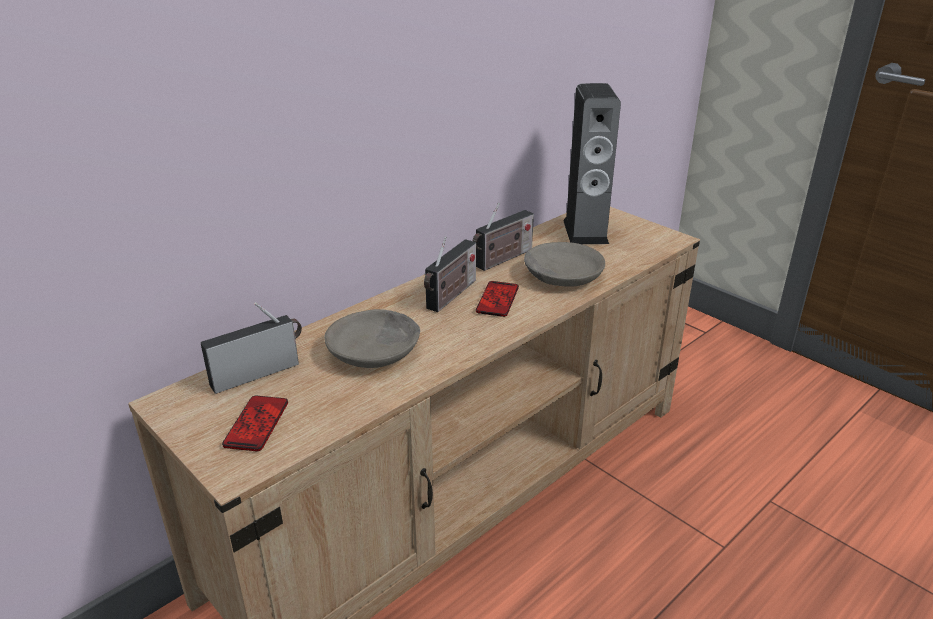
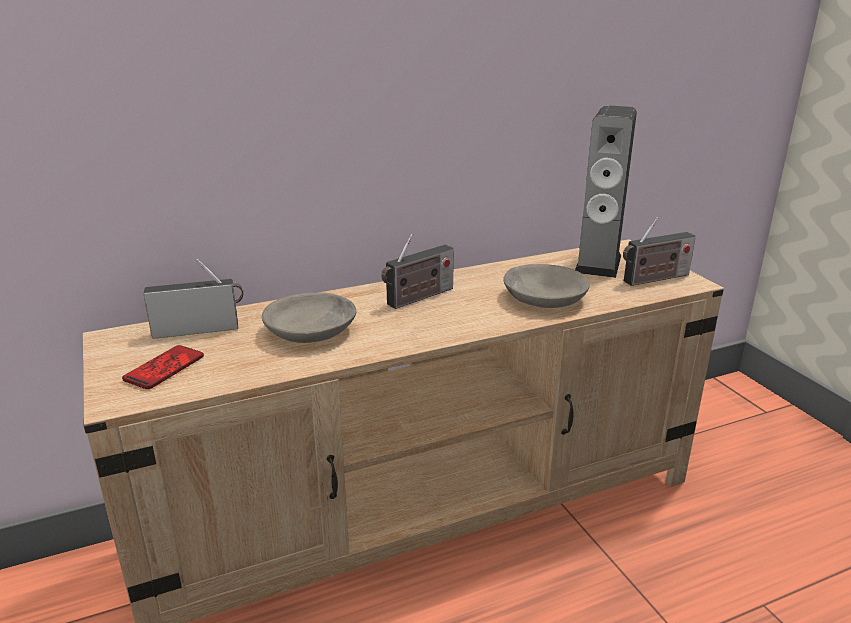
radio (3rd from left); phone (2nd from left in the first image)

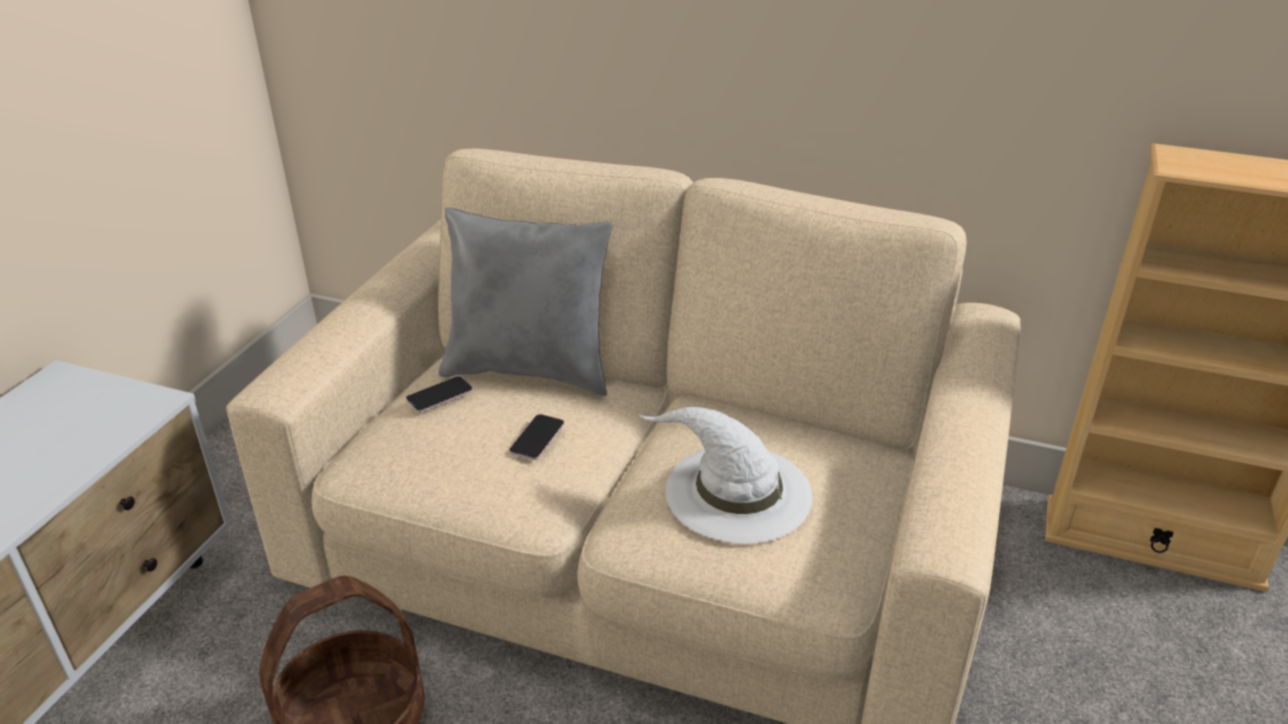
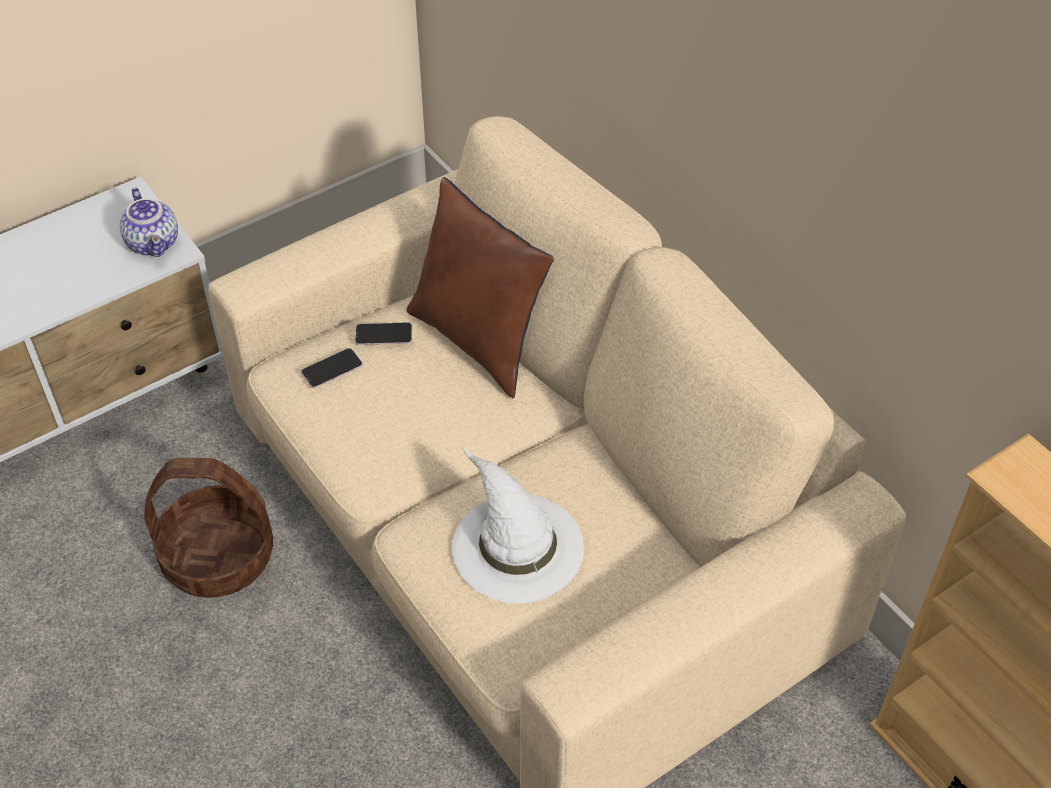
teapot; phone (1st from left); brown pillow

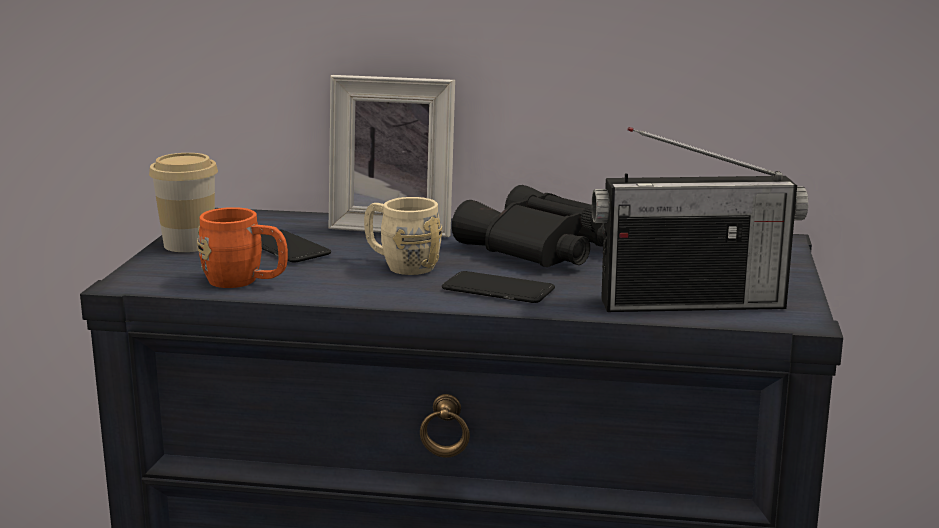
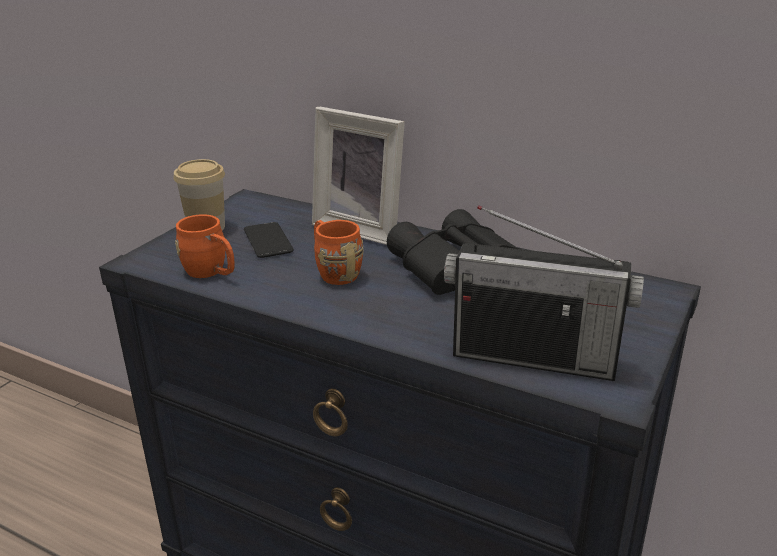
orange mug (2nd from left); phone (2nd from left in the first image)

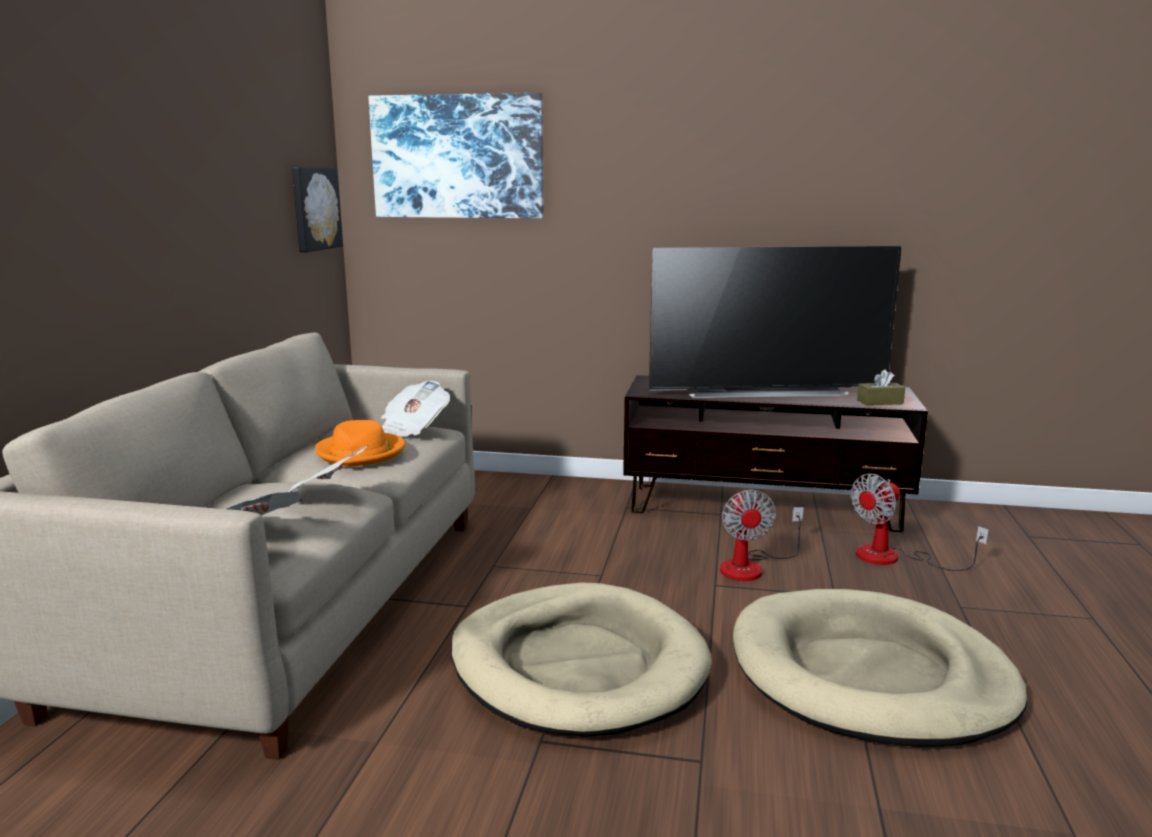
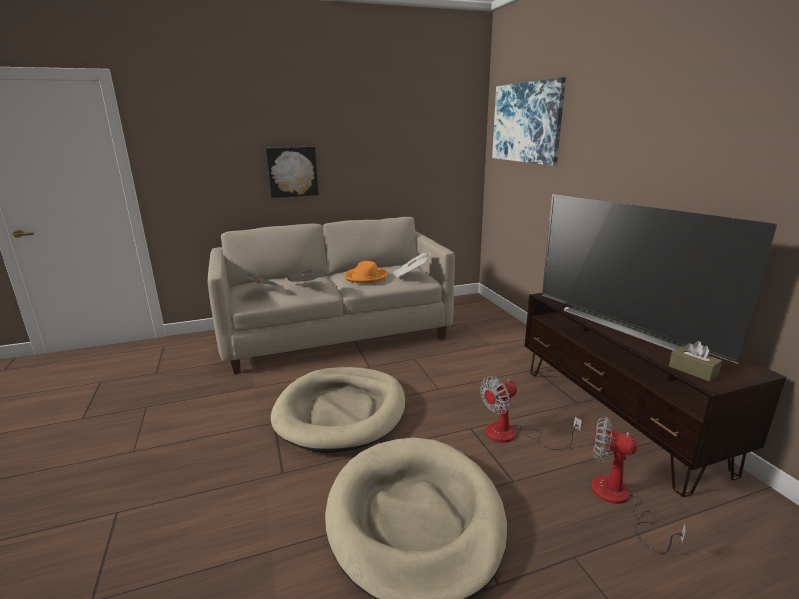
picture (1st from left)

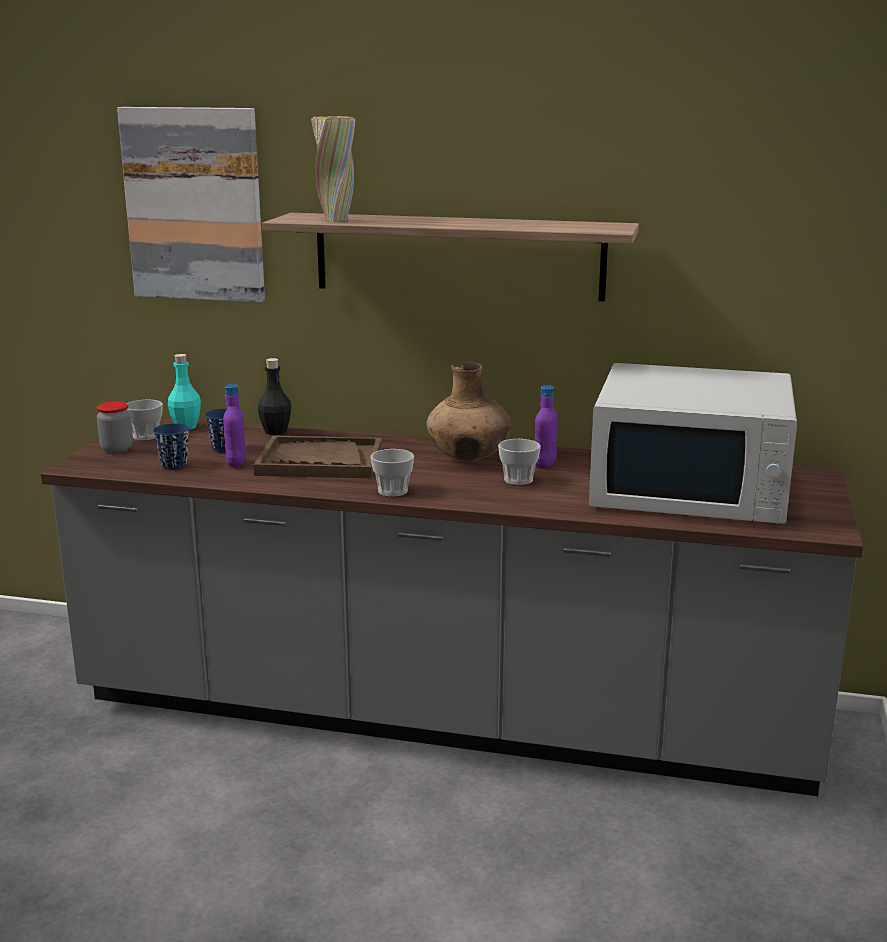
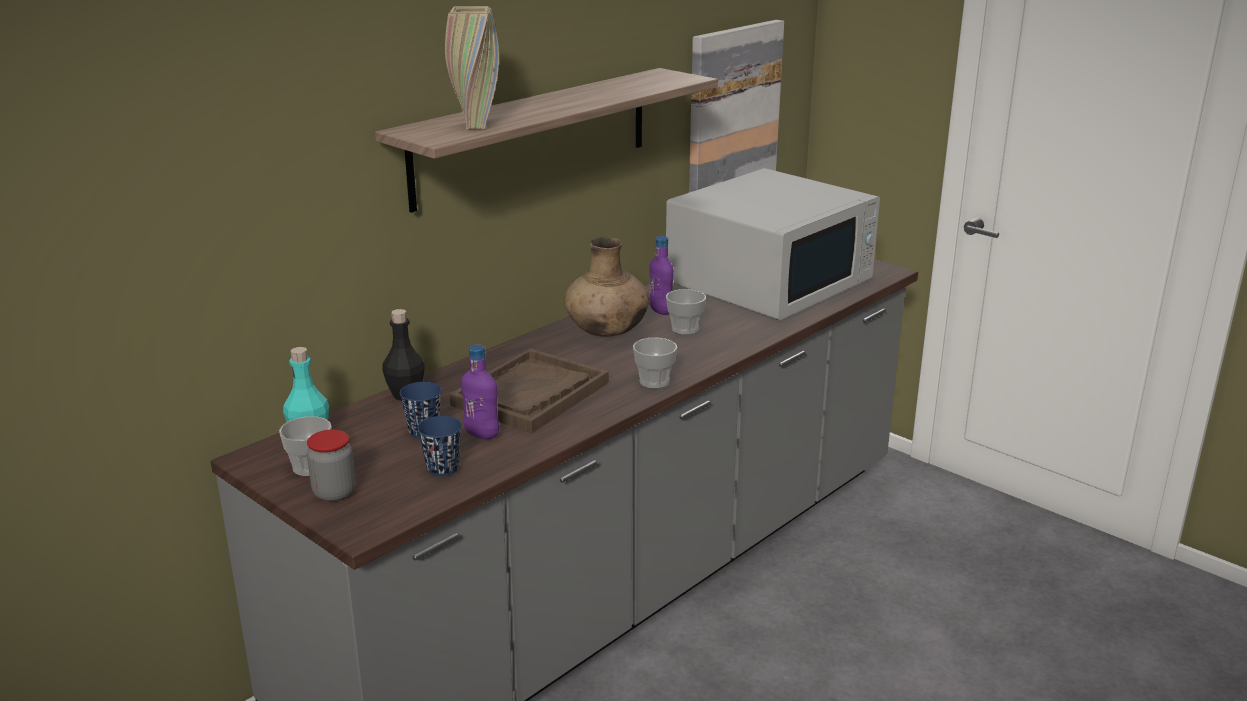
picture

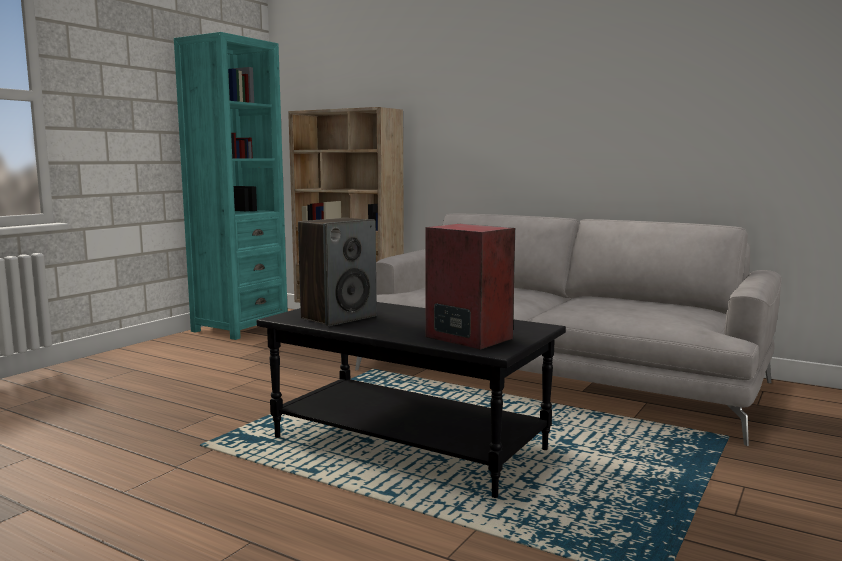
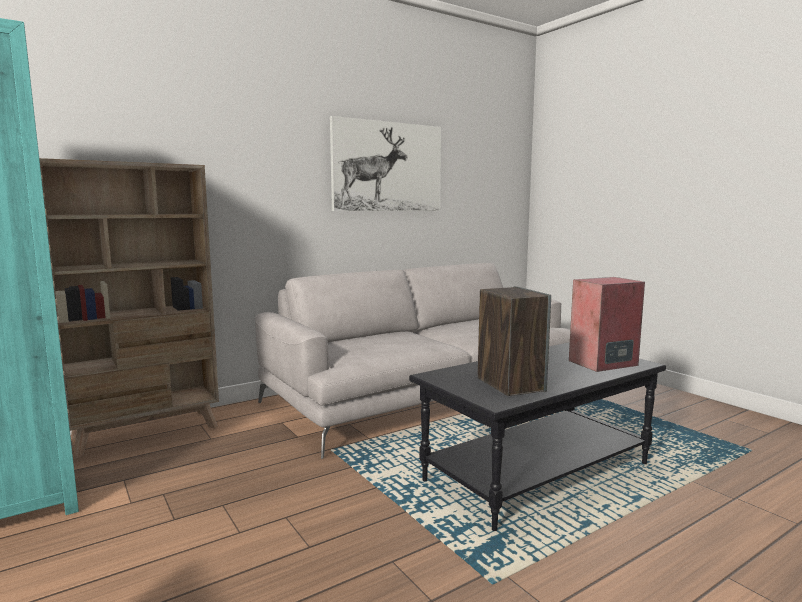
picture

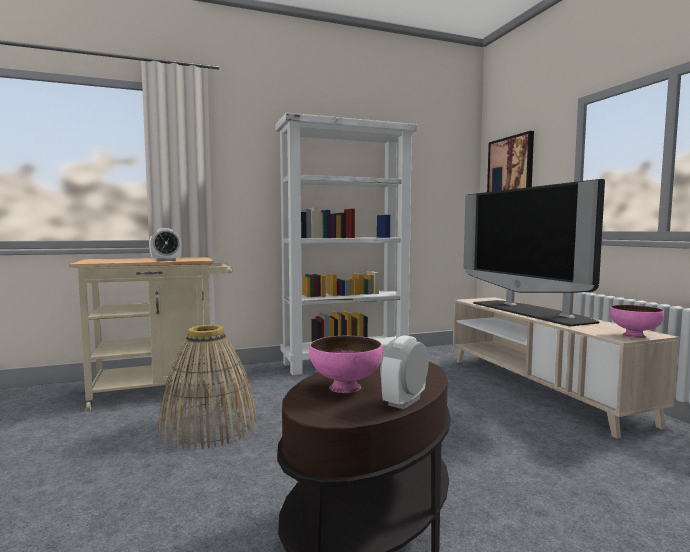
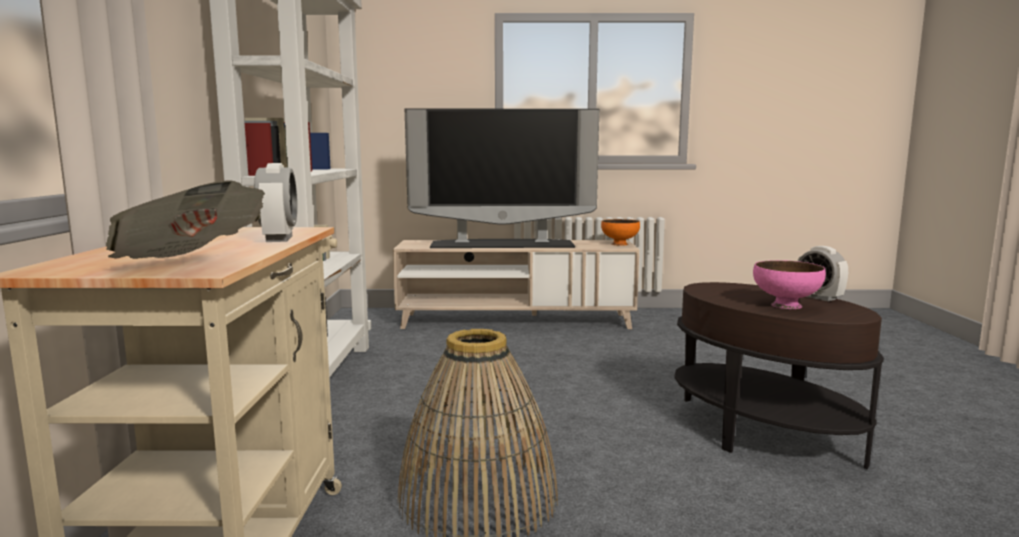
newspaper; orange bowl; picture

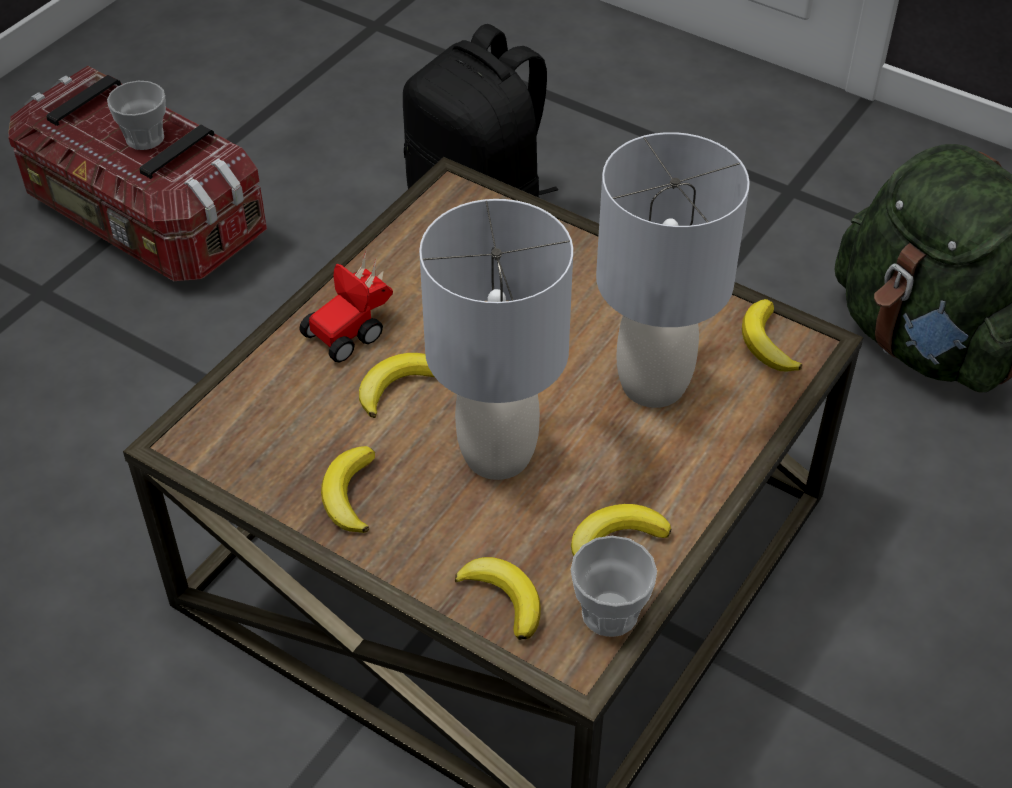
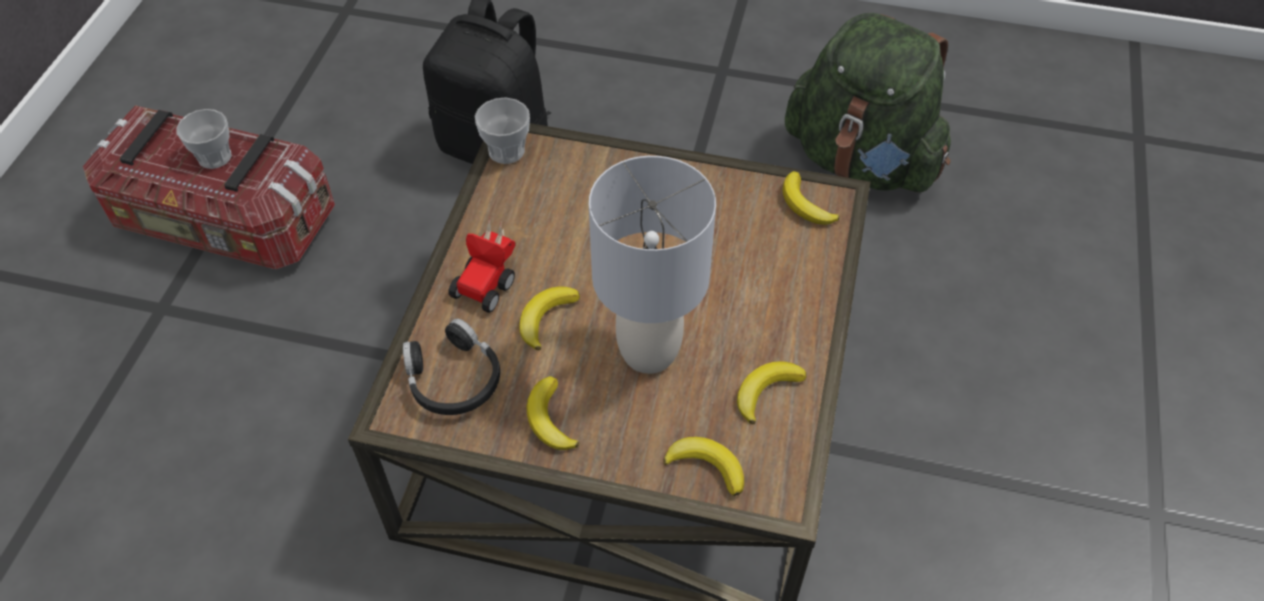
black headphones; cup (2nd from left); grey table lamp (2nd from left in the first image)

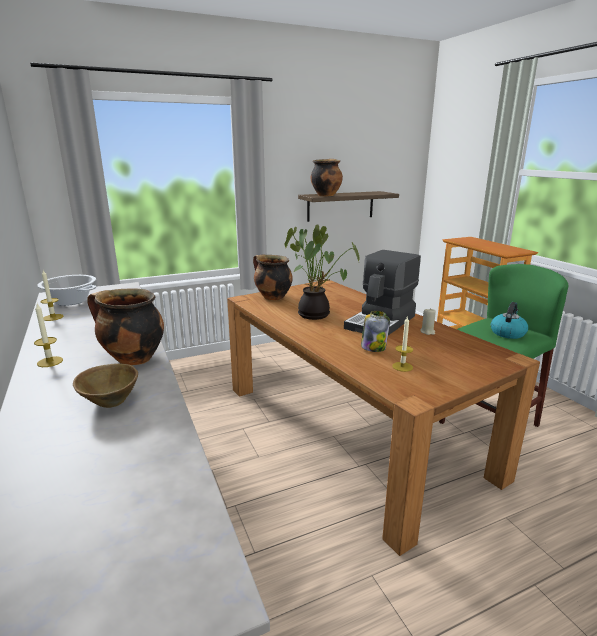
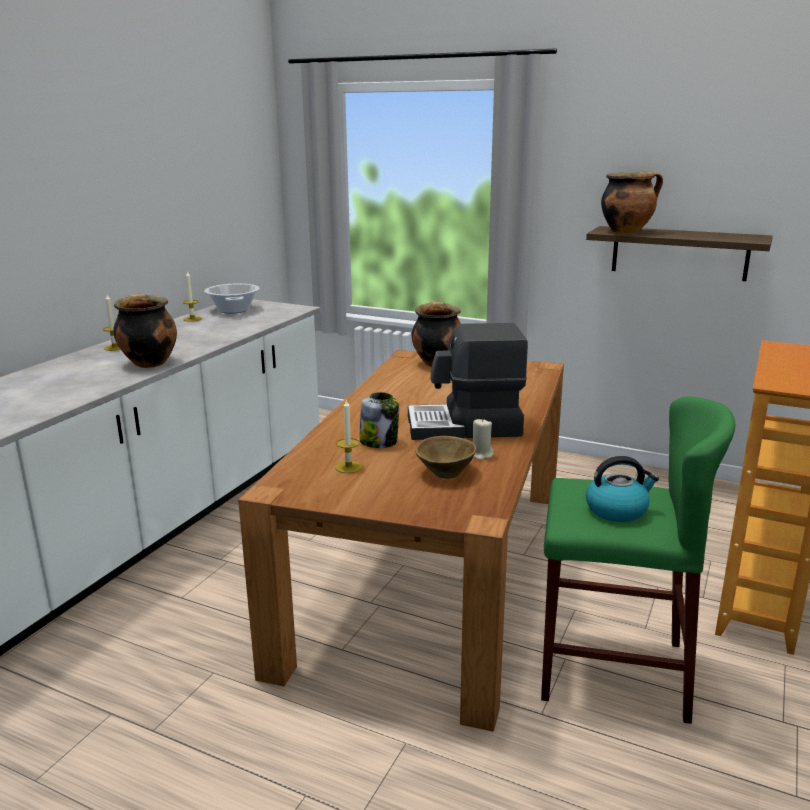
brown bowl; potted plant

